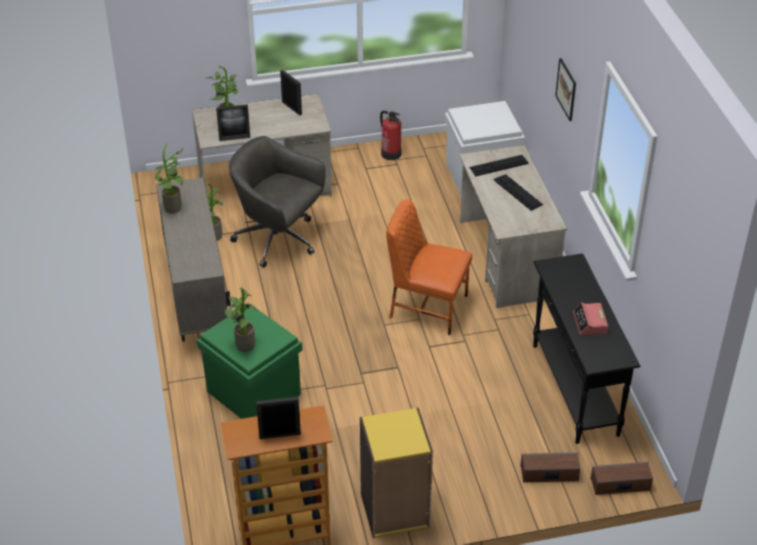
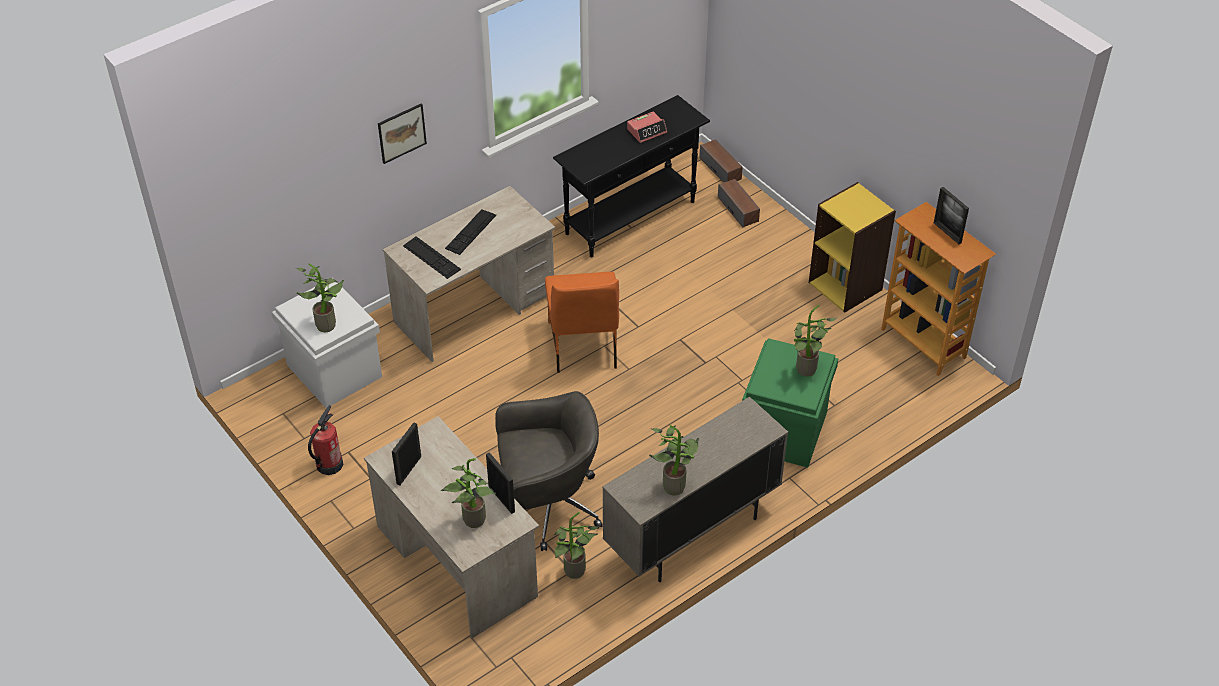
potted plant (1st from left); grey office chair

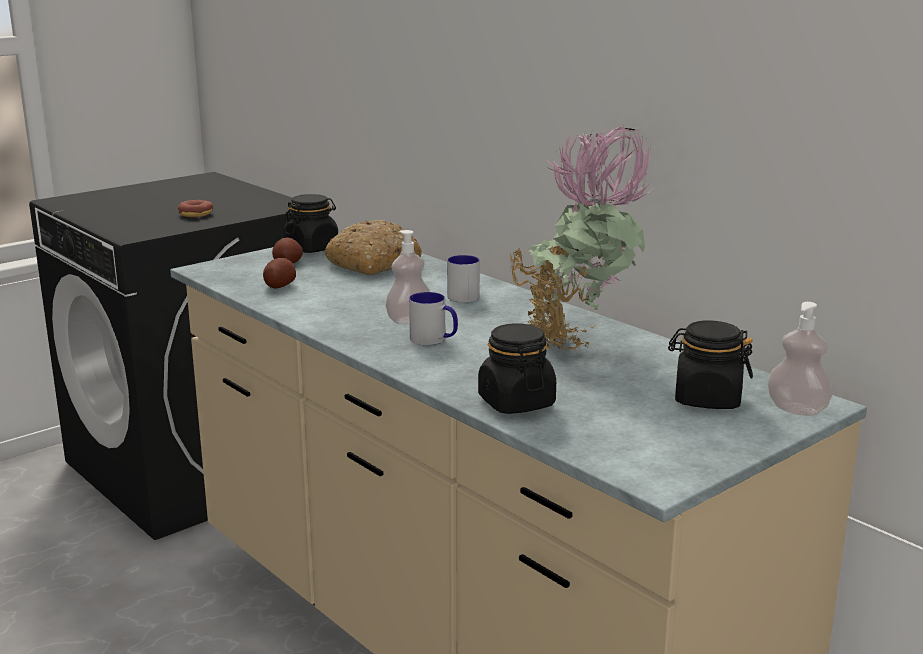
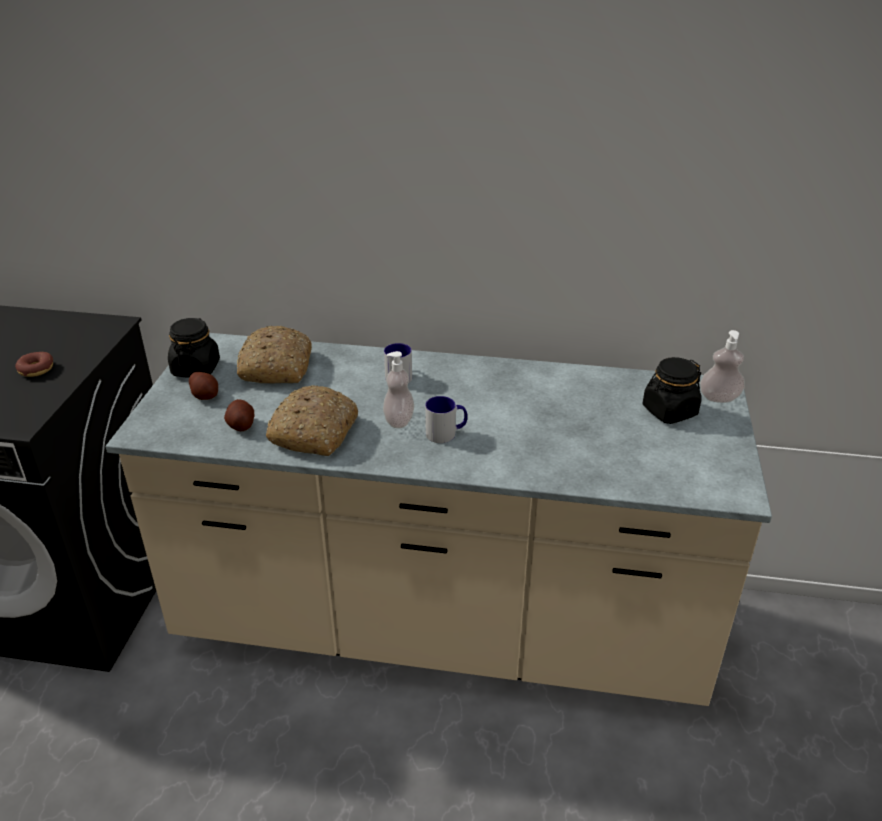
bread (2nd from left); black jar (2nd from left in the first image); potted plant

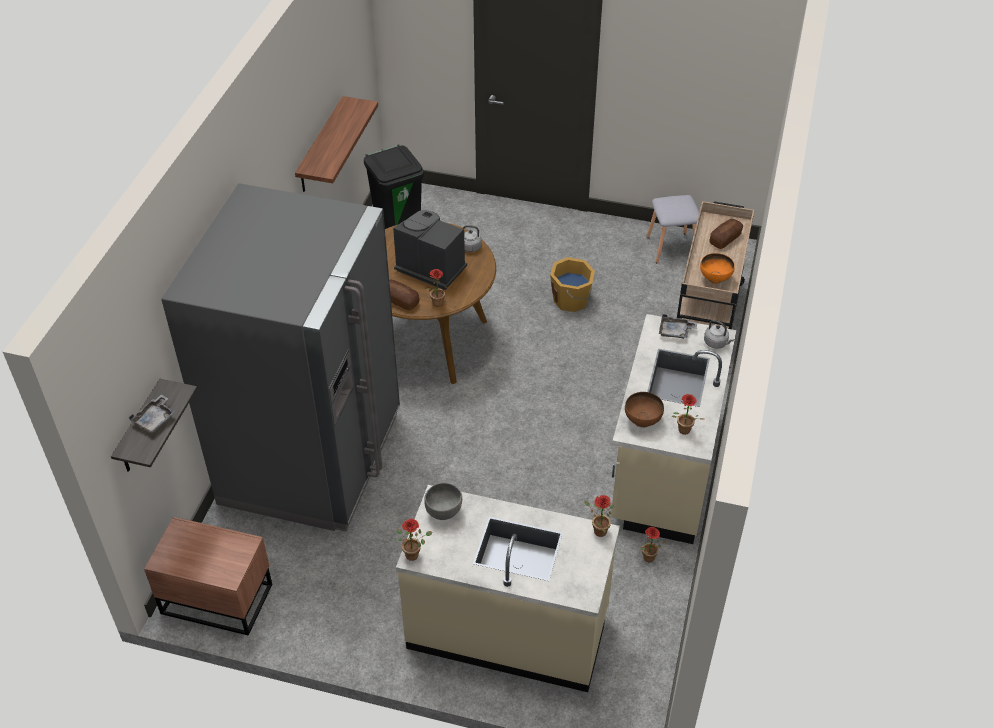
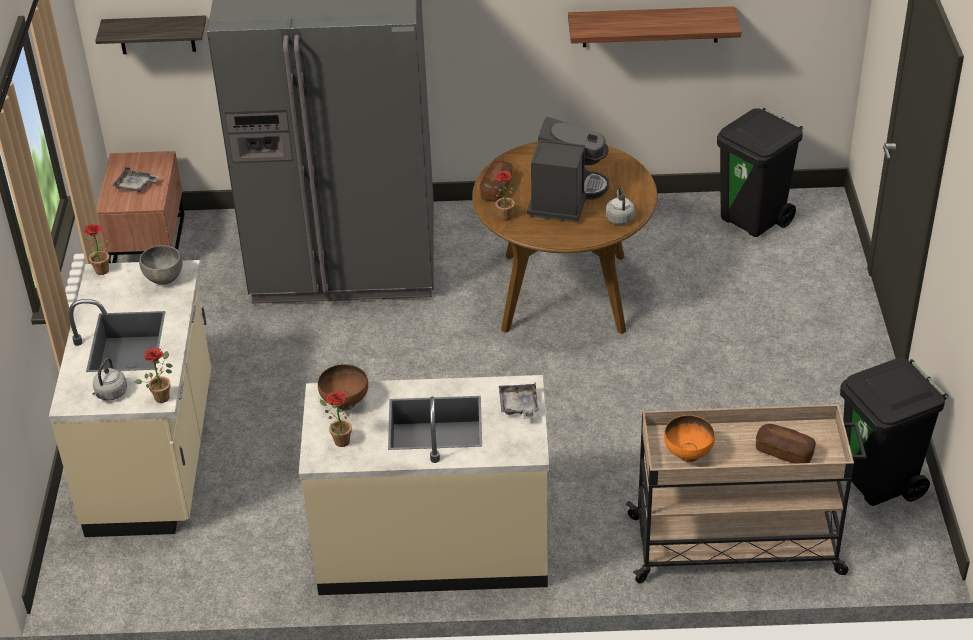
grey kettle (1st from left); grey tray (1st from left); black trash can (2nd from left); orange bucket; potted plant (4th from left in the first image)

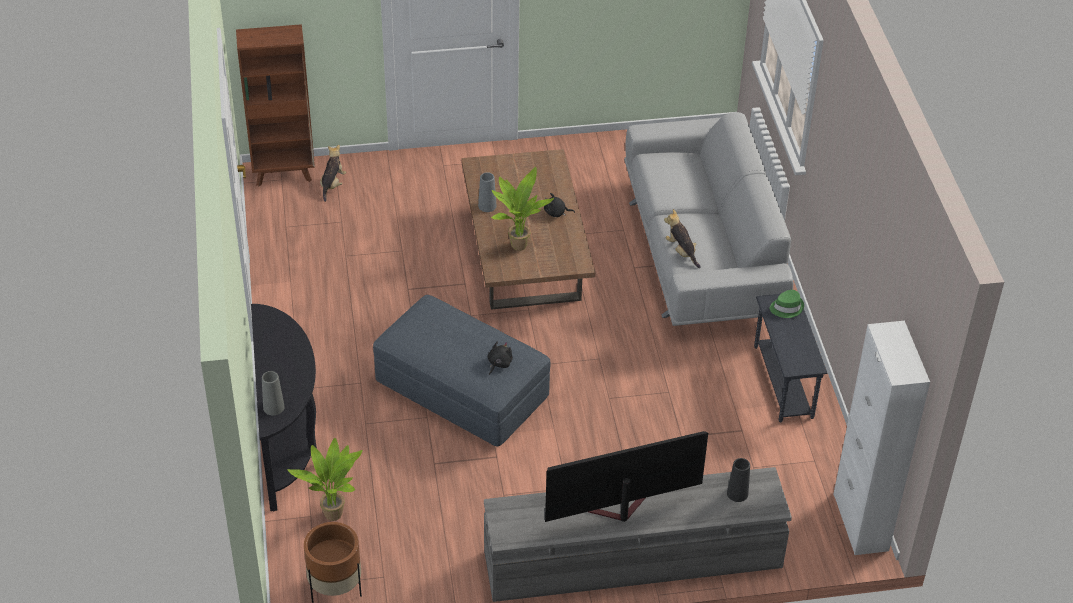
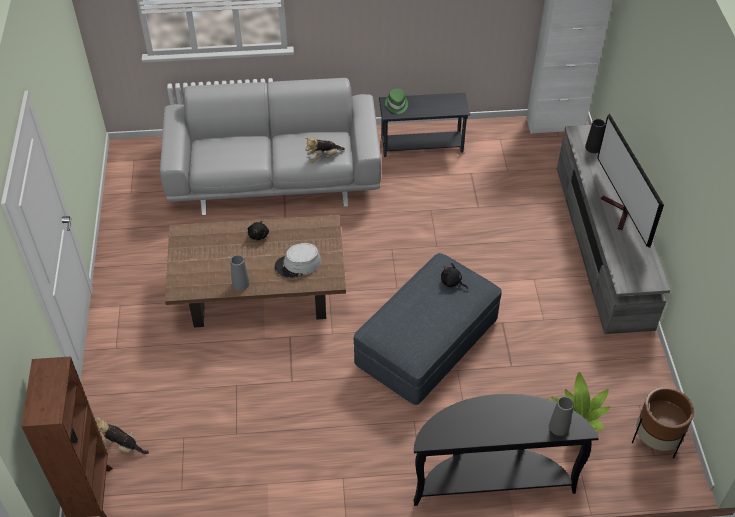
grey hat

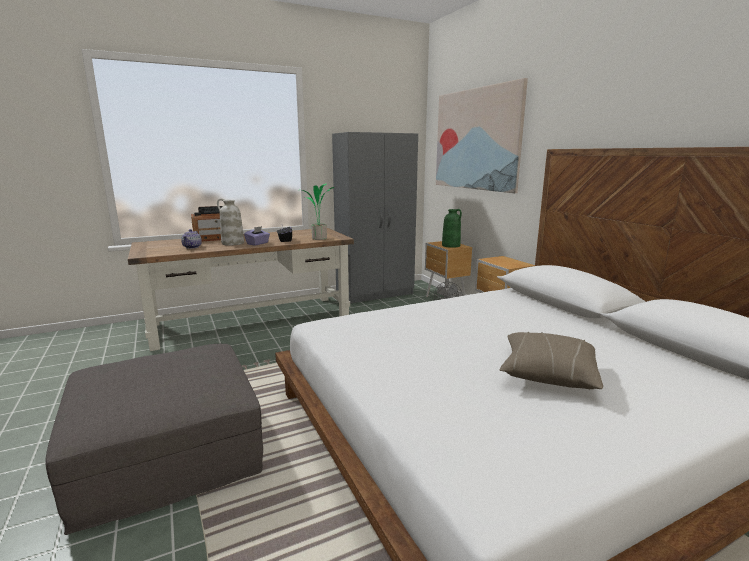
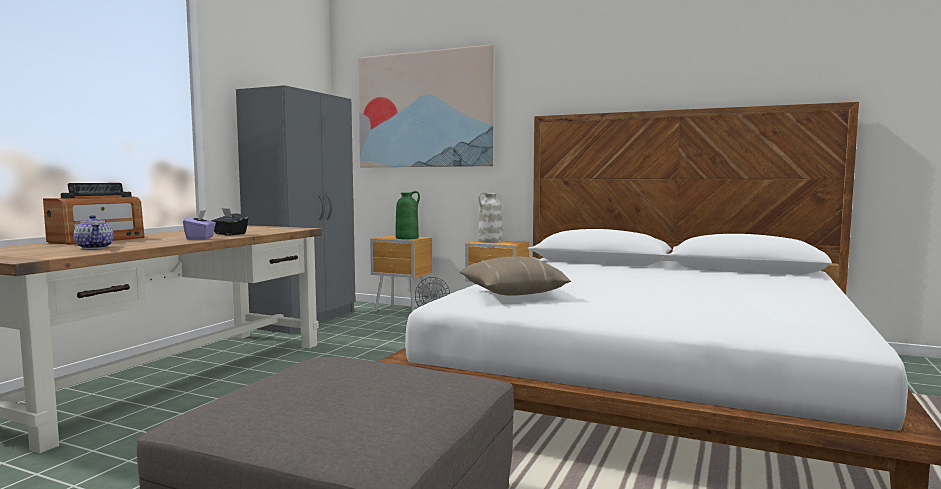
beige pillow; white vase; potted plant

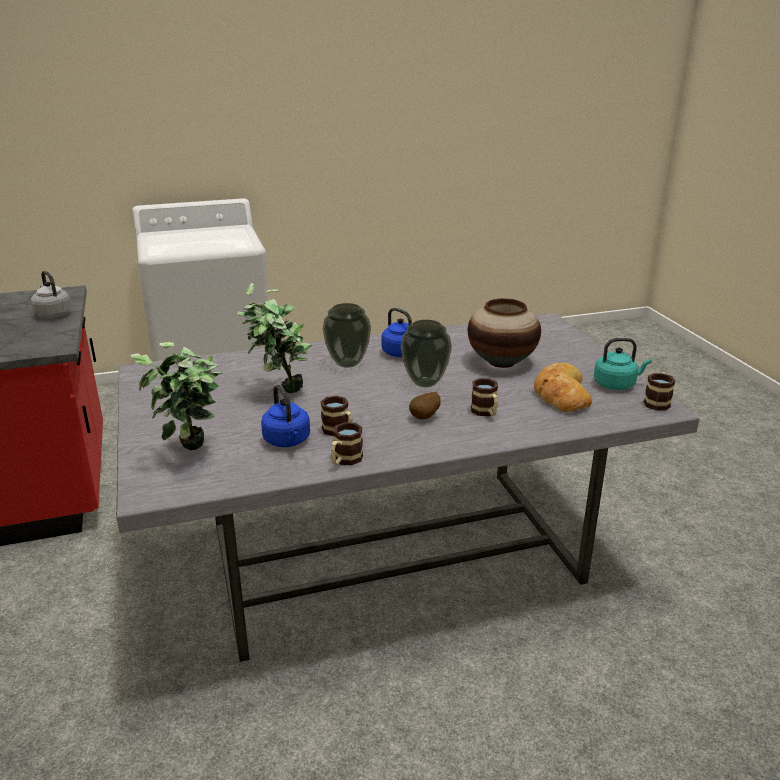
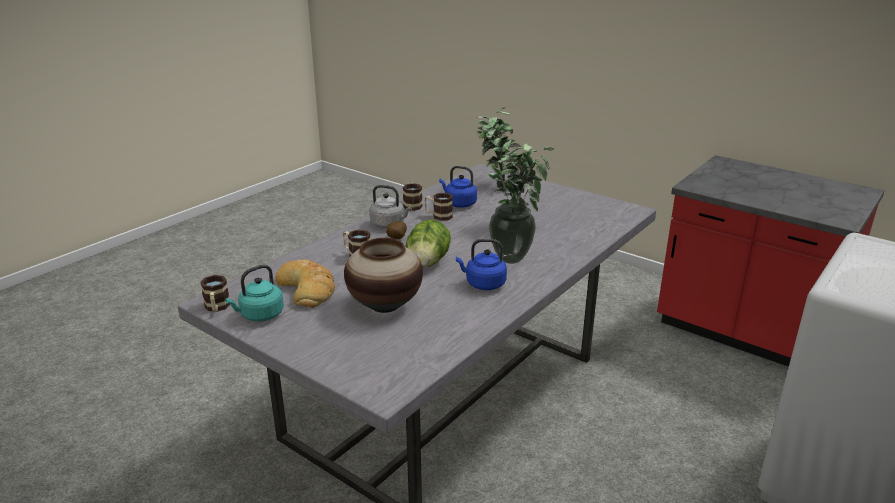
grey kettle; lettuce

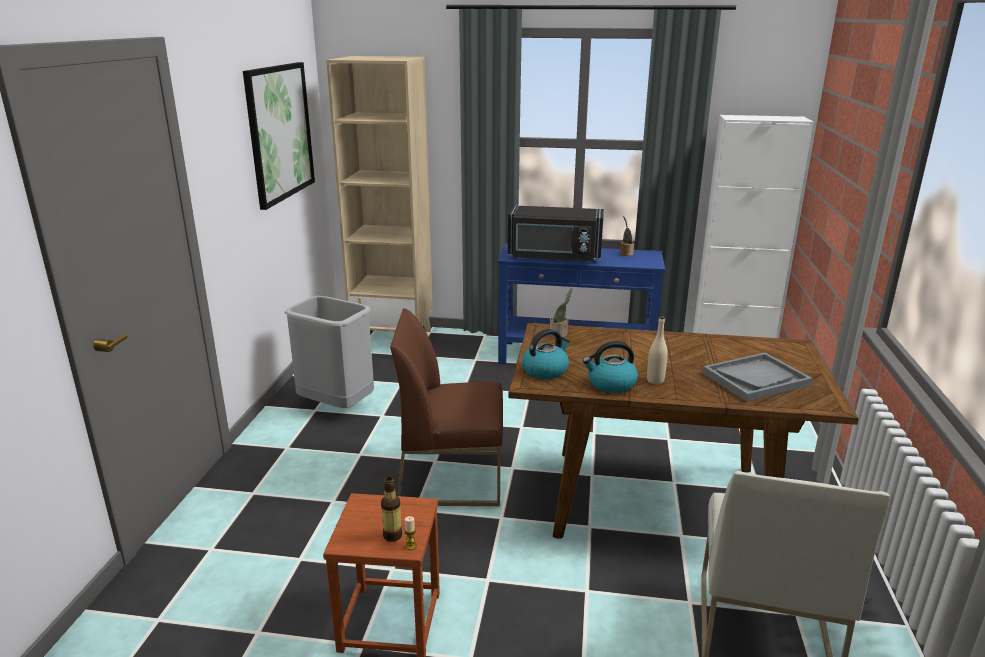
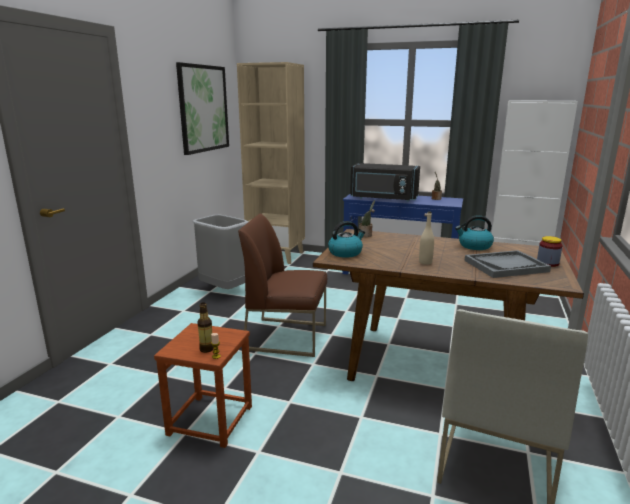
kettle (2nd from left); jar

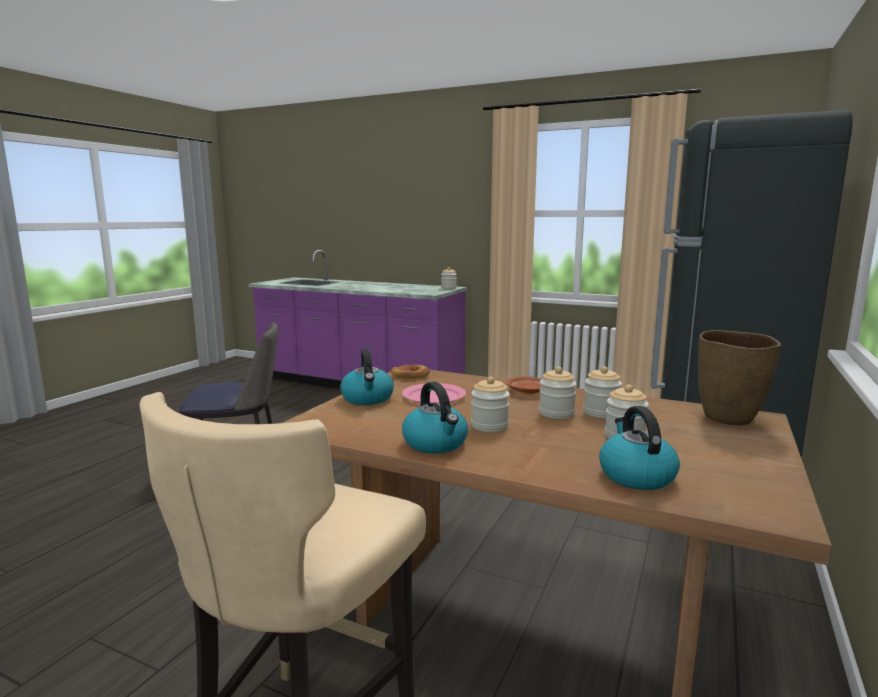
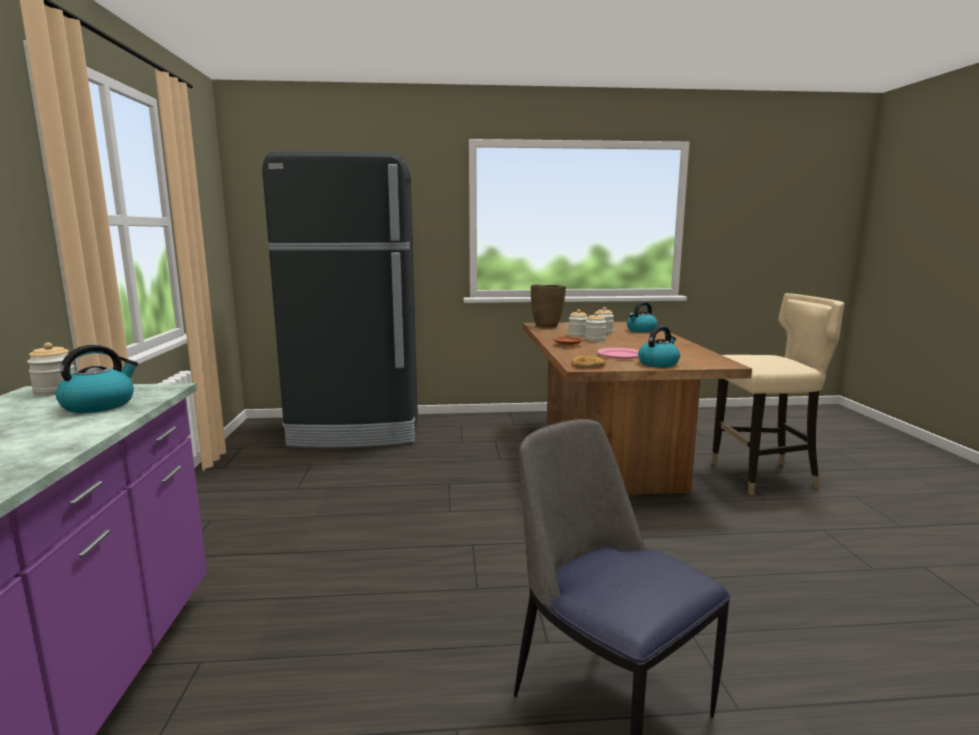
kettle (1st from left); jar (2nd from left in the first image)

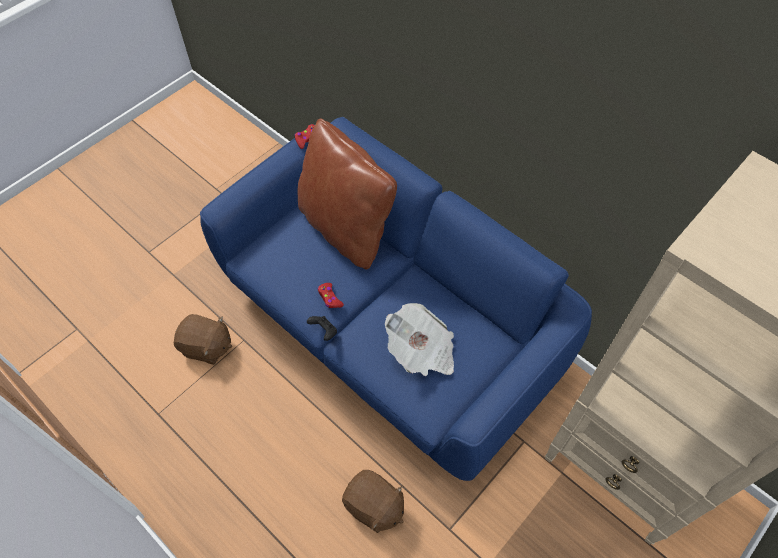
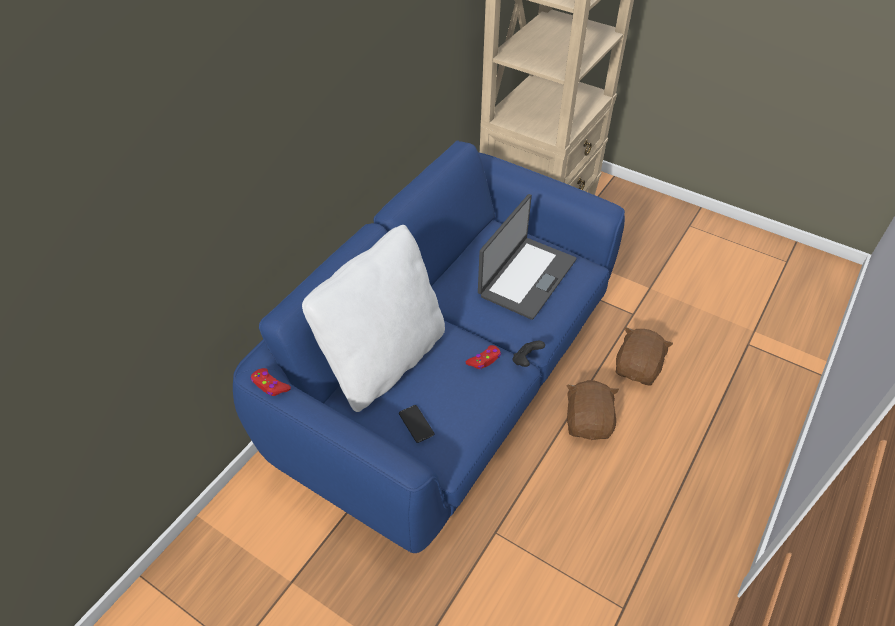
white pillow; phone; laptop; brown plush toy (1st from left)

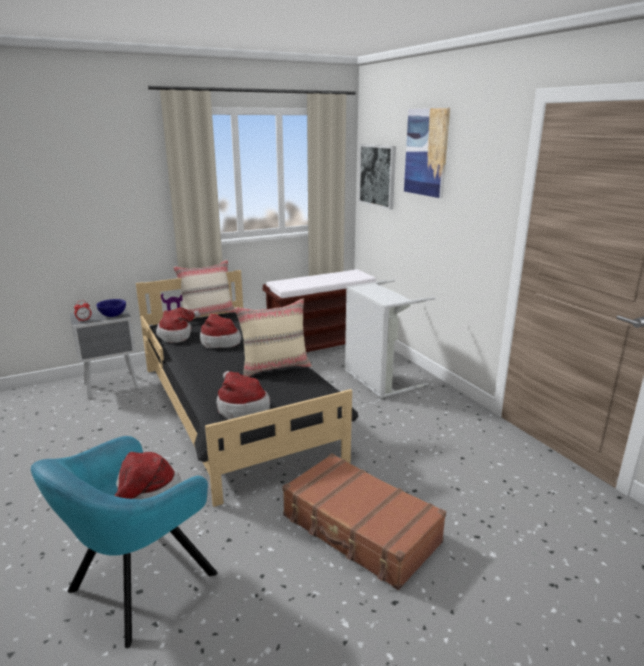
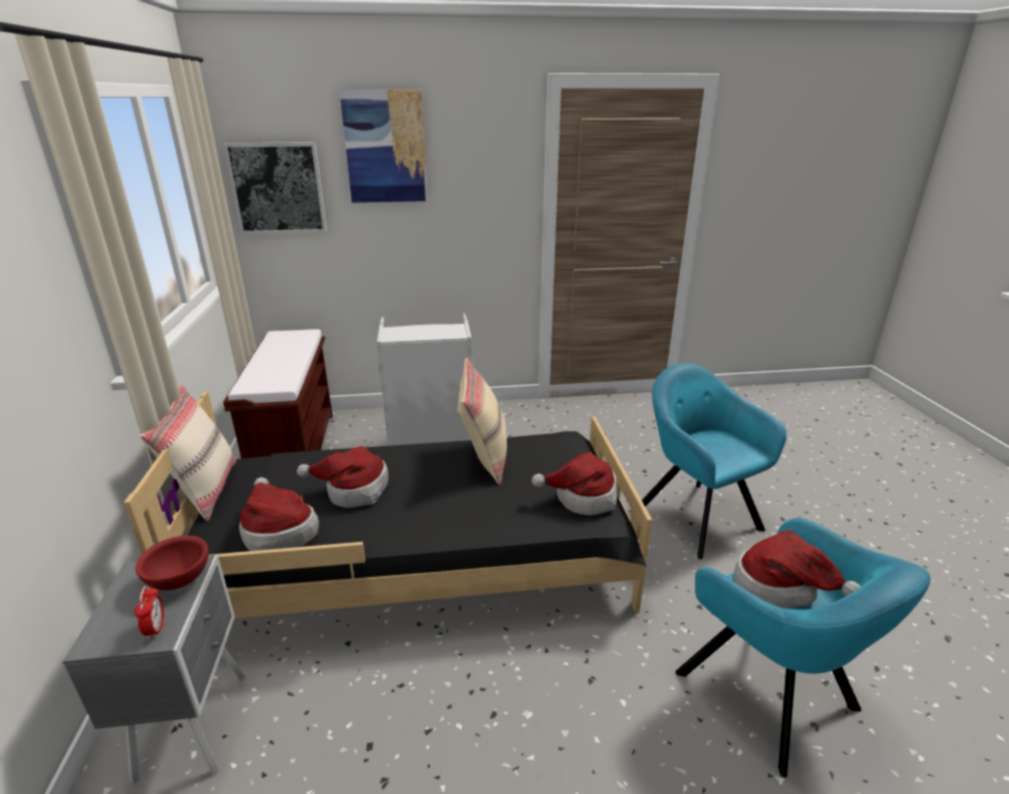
red bowl; turquoise armchair (1st from left)

